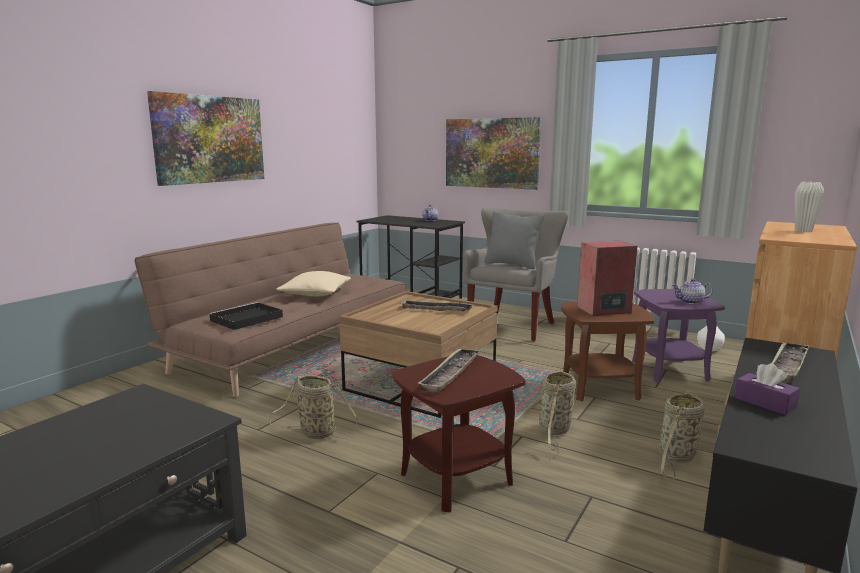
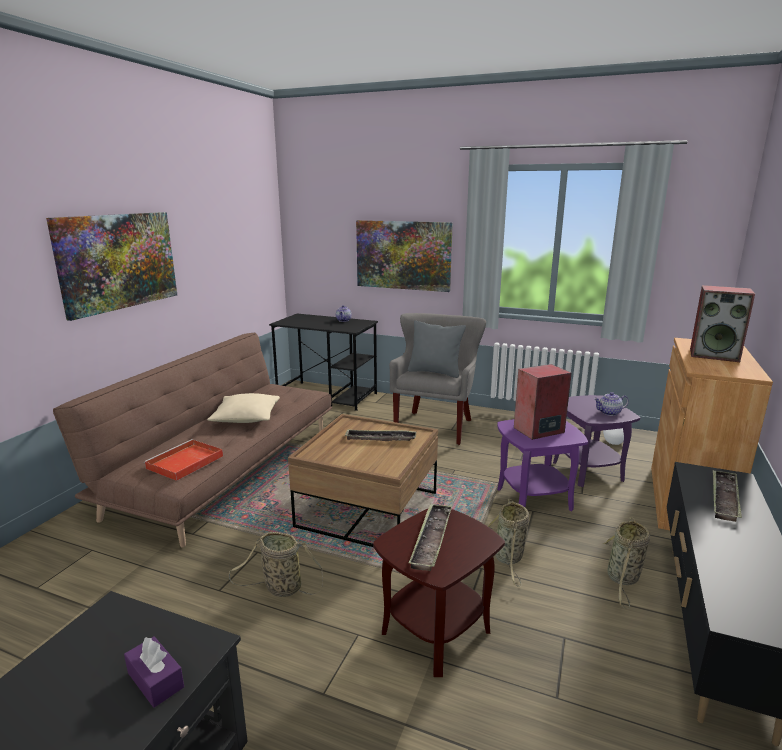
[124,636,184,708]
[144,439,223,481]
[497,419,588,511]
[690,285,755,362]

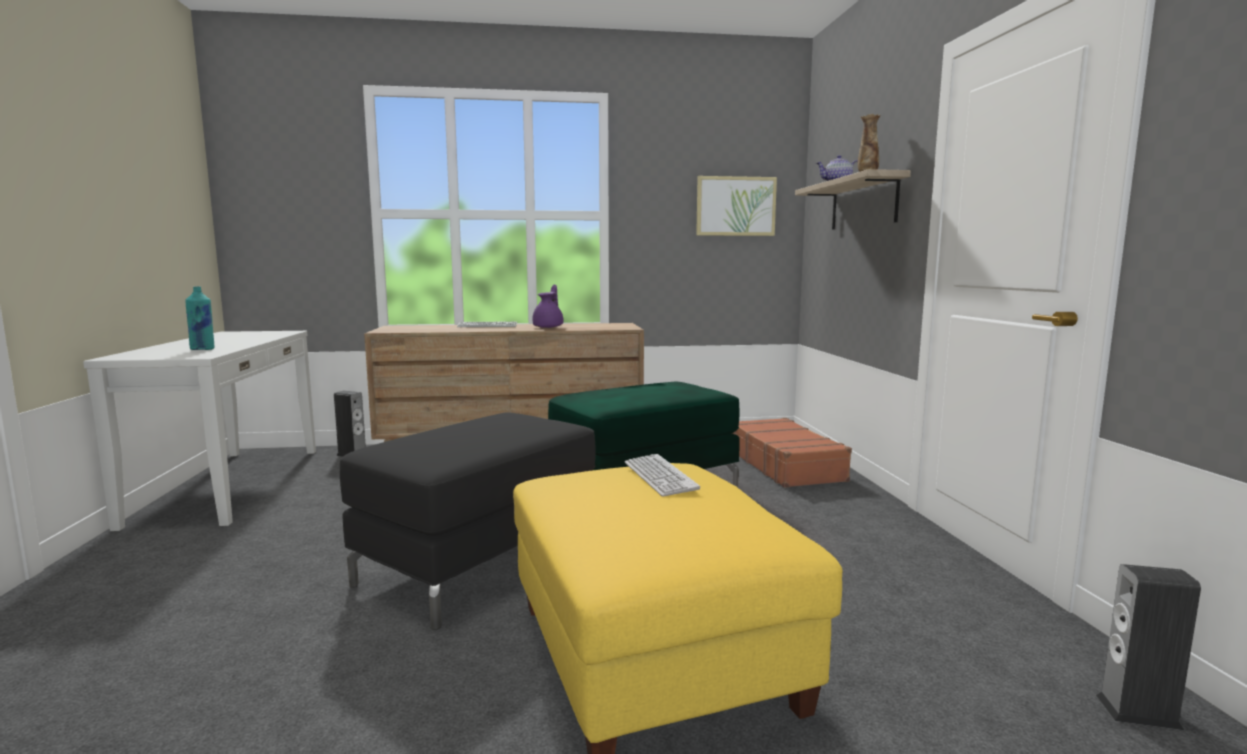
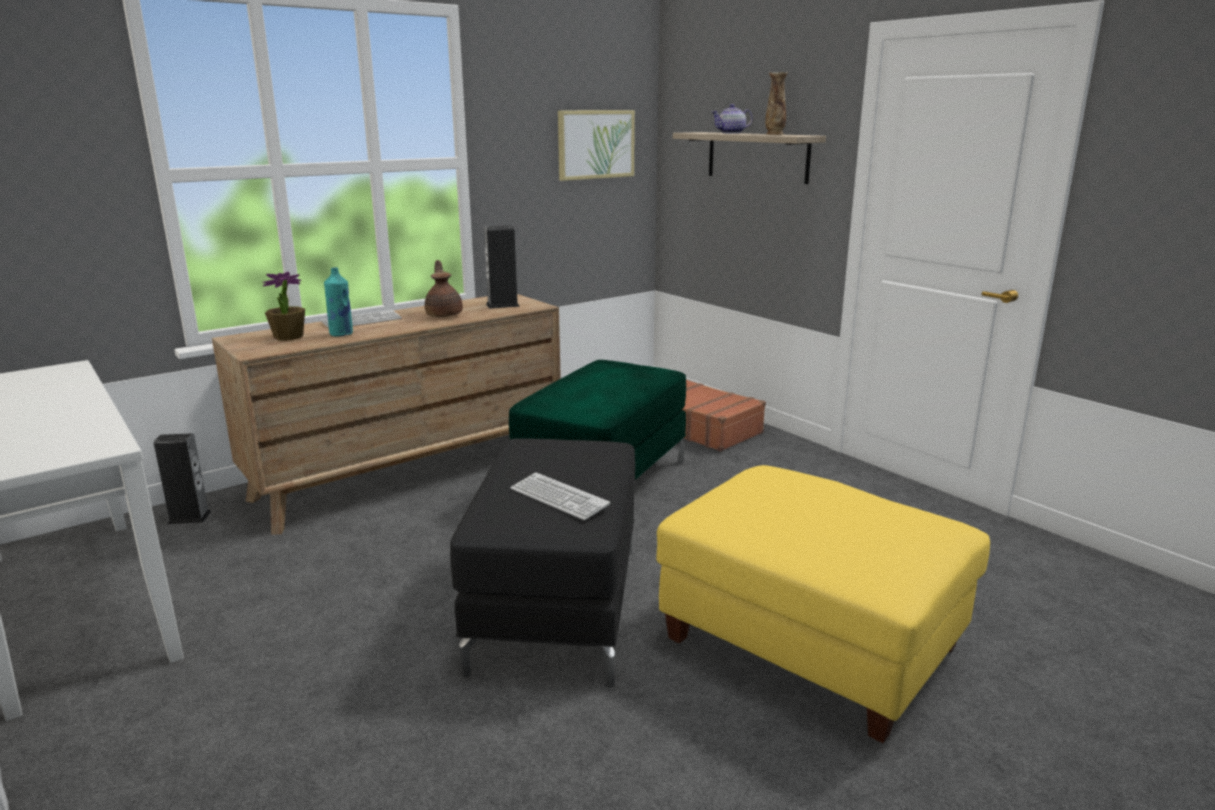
[262,272,305,341]
[324,267,353,337]
[425,260,463,317]
[484,225,520,309]
[511,473,610,520]

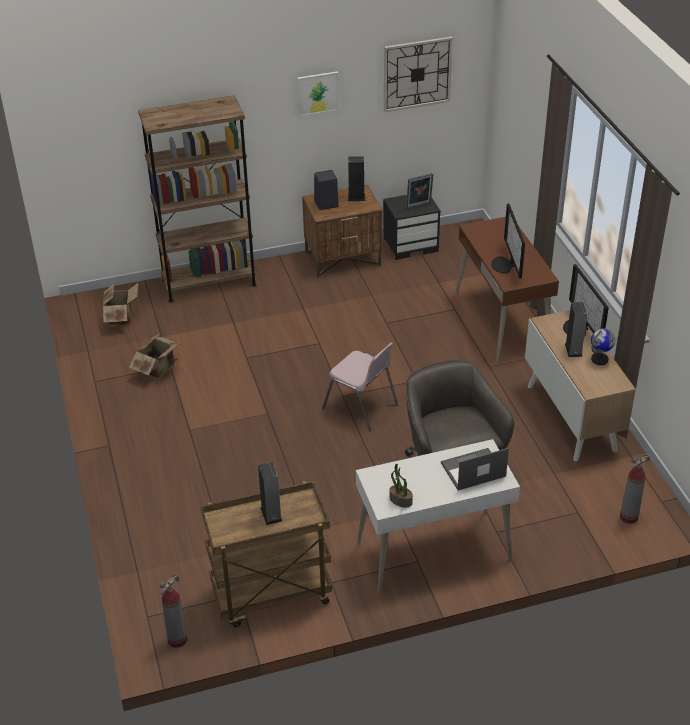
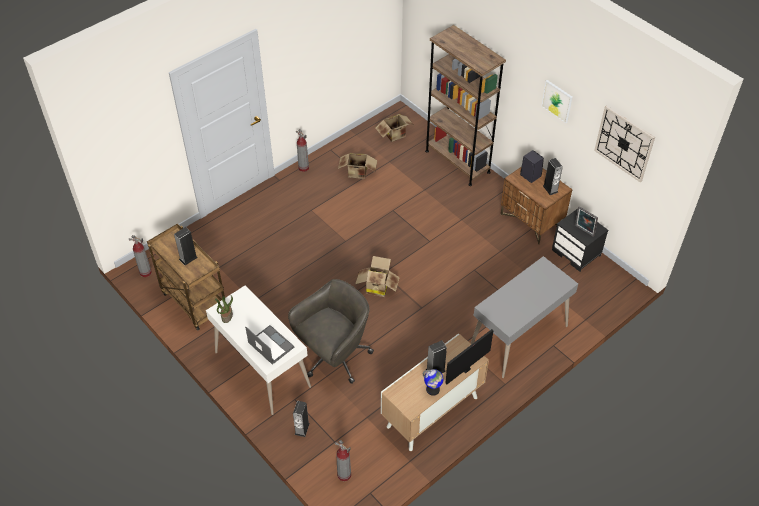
[293,401,310,437]
[296,129,309,172]
[355,256,400,297]
[470,256,578,378]
[491,204,525,279] (first image)

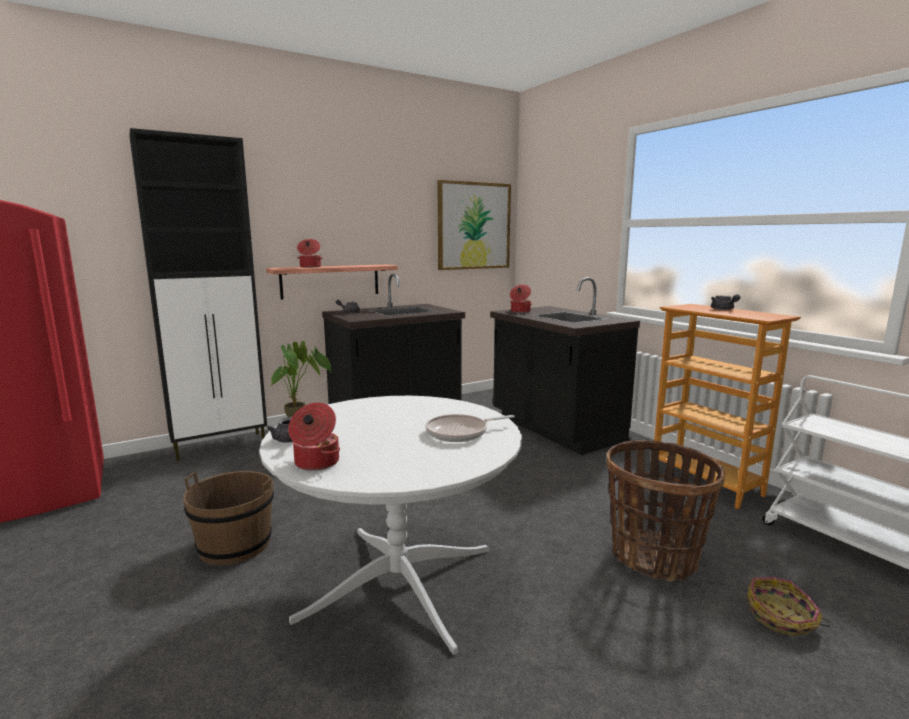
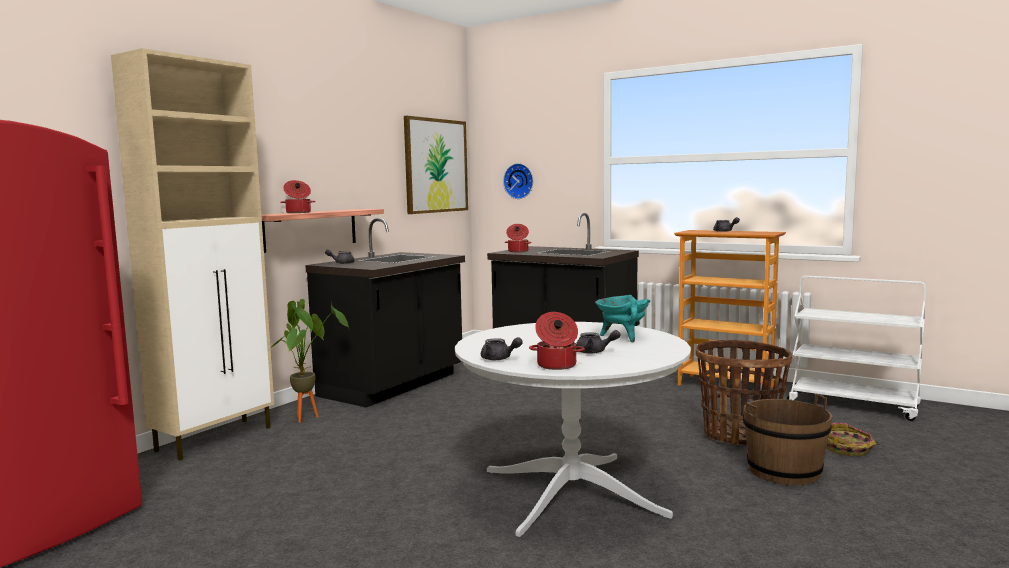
[111,48,274,461]
[503,163,533,199]
[576,330,620,354]
[595,295,650,343]
[743,394,832,485]

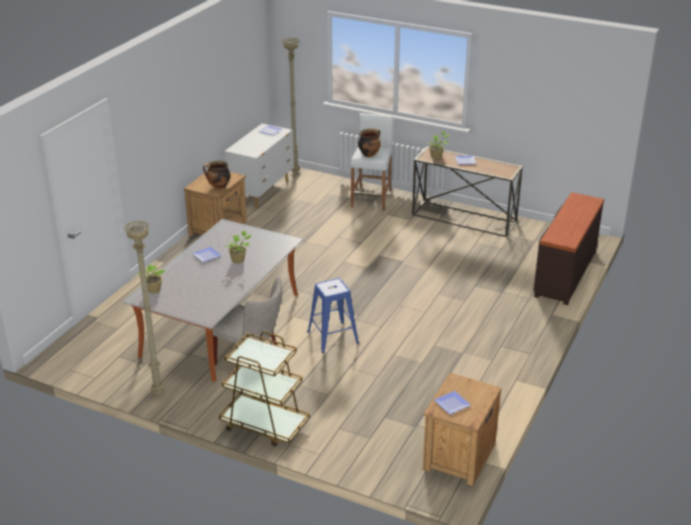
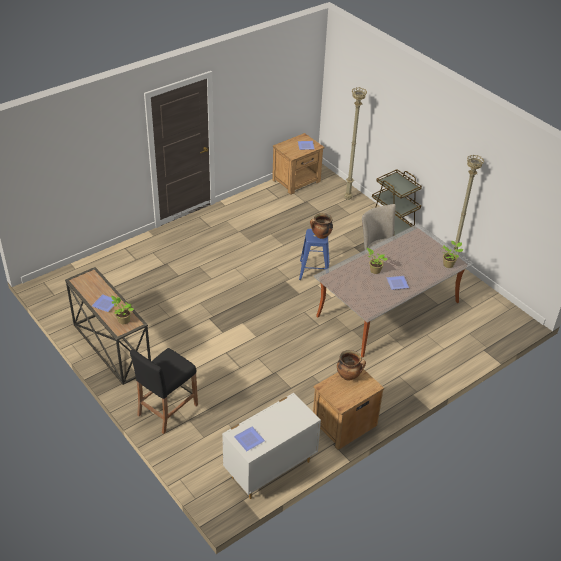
[130,348,198,434]
[310,213,333,239]
[344,87,367,200]
[534,192,604,305] (first image)

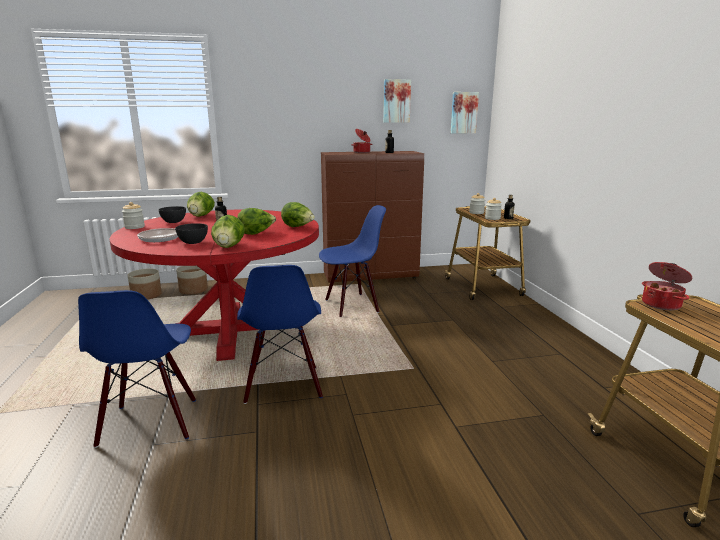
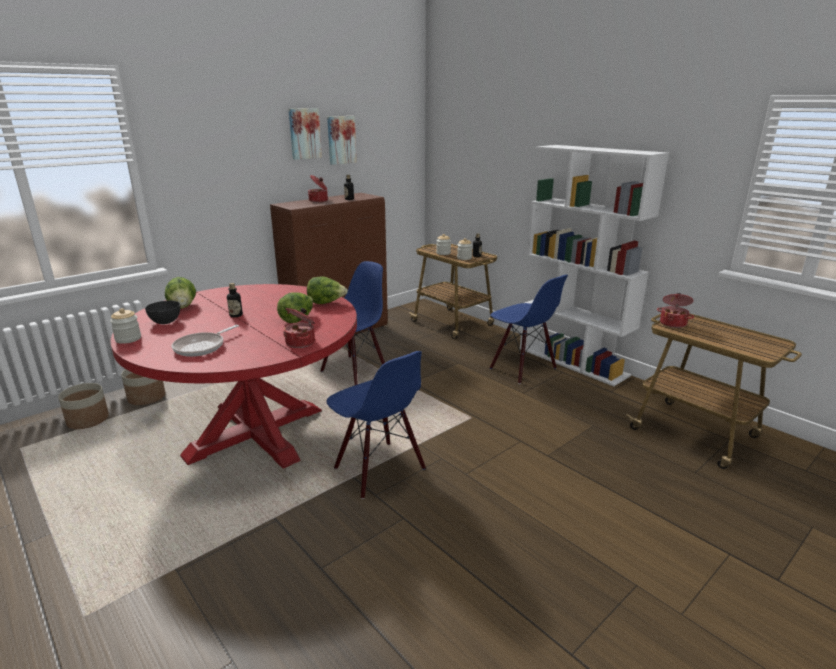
[283,308,315,348]
[289,108,322,160]
[490,275,568,384]
[520,145,669,386]
[175,223,208,244] (first image)

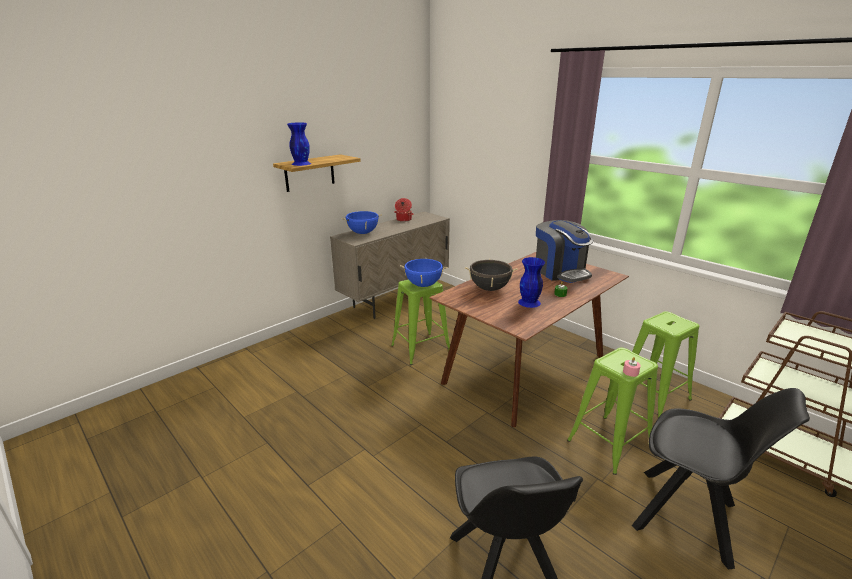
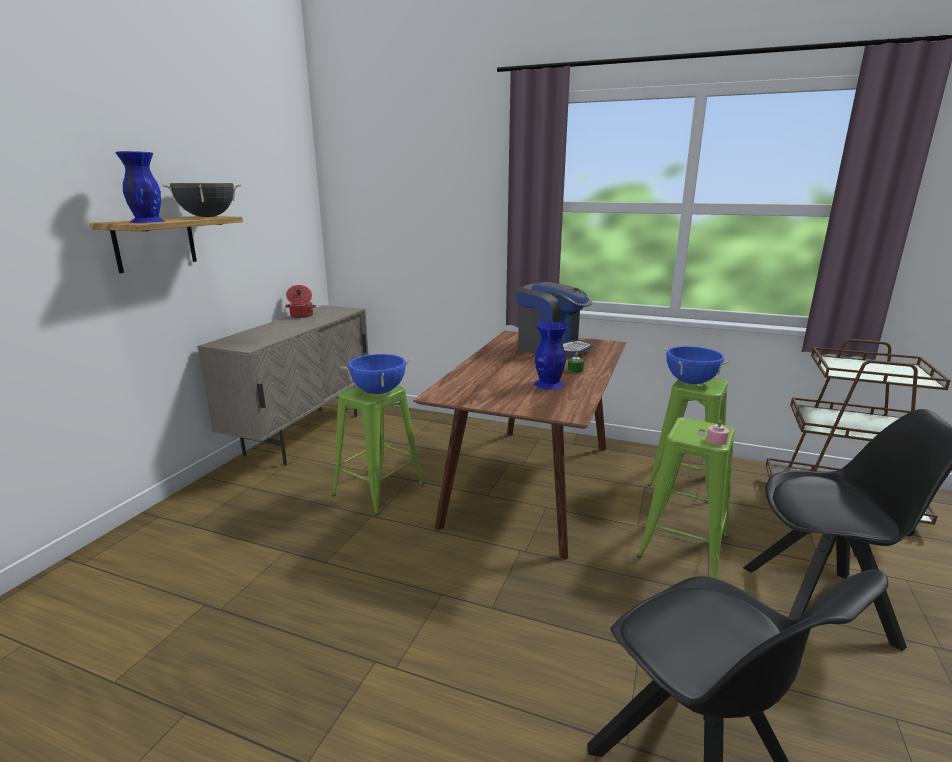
[162,183,241,217]
[663,346,729,384]

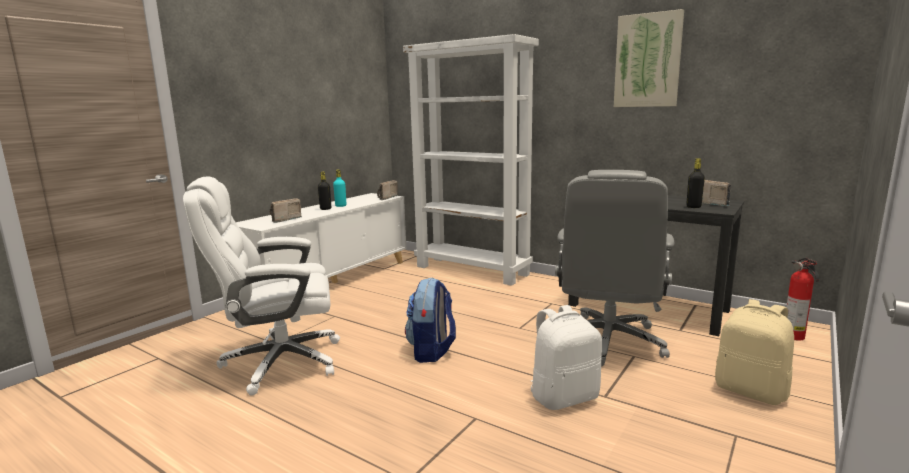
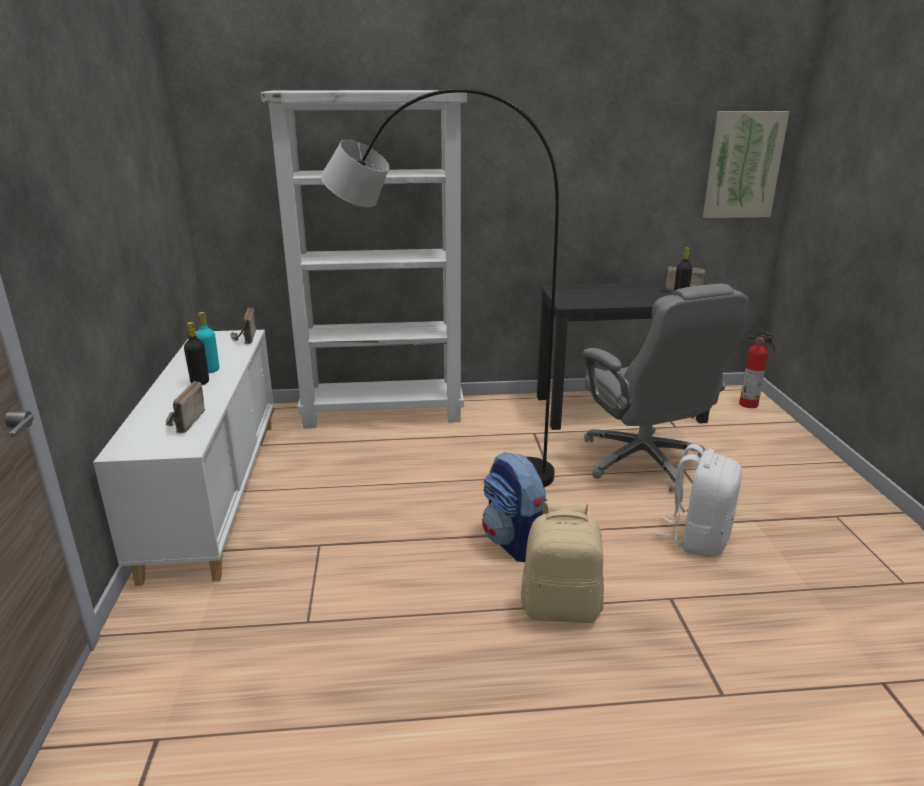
[321,88,559,487]
[521,501,604,623]
[703,111,789,218]
[183,176,340,396] (first image)

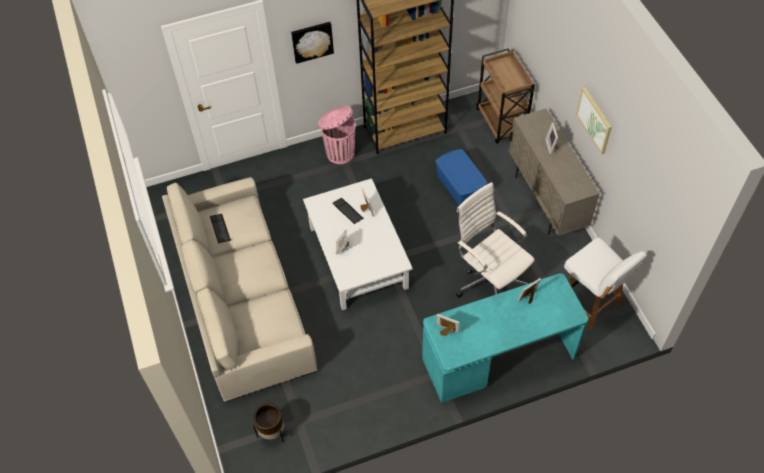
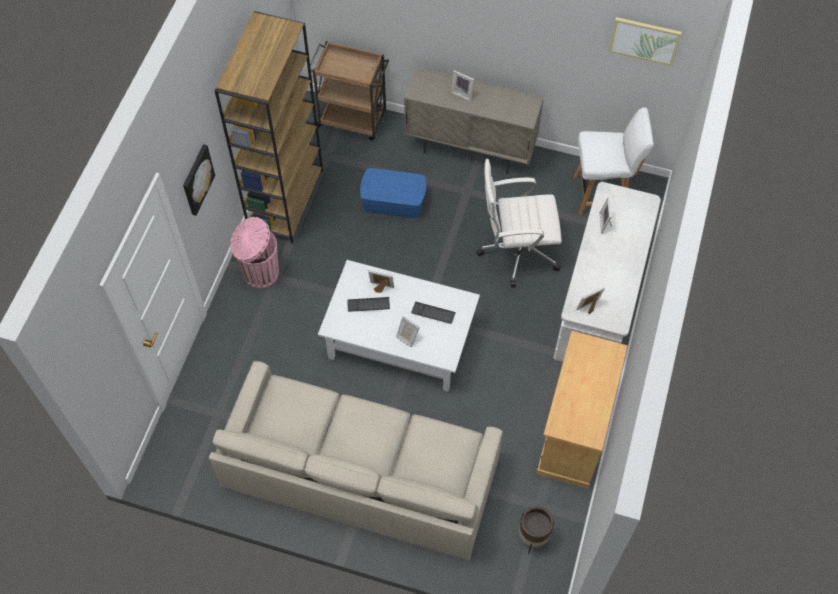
[411,302,456,324]
[536,331,628,489]
[554,182,661,362]
[609,17,682,66]

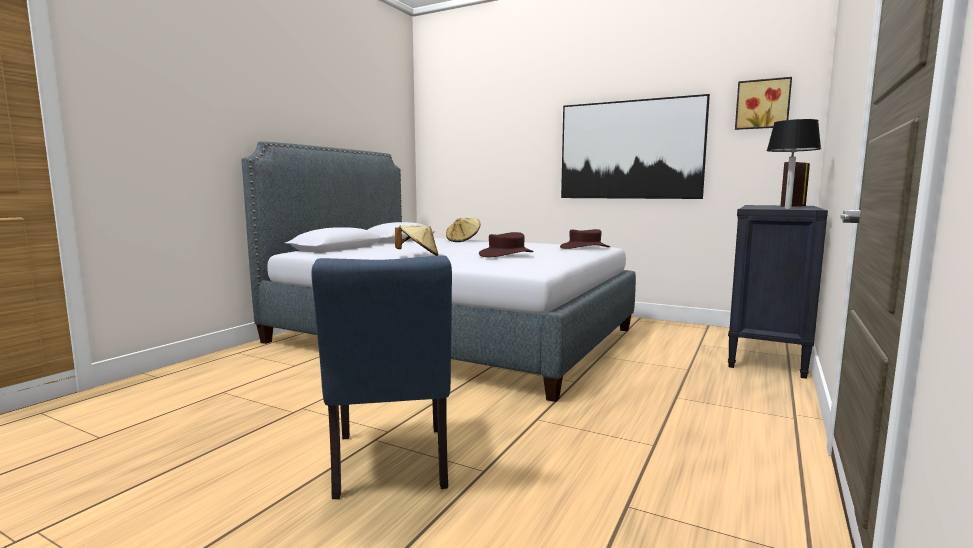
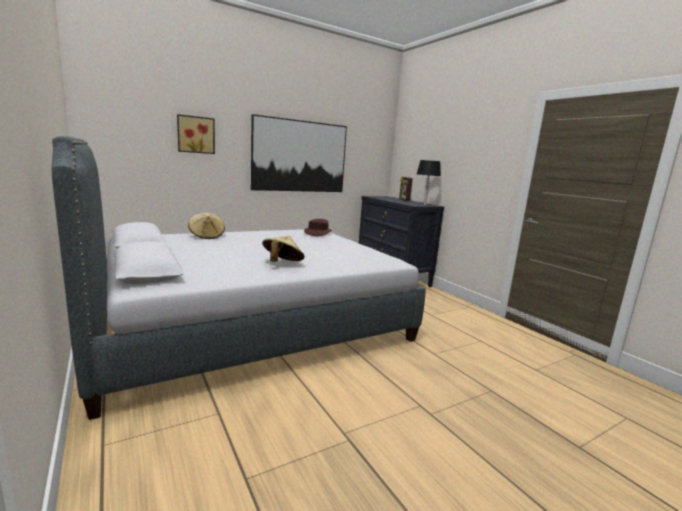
[177,114,215,154]
[312,255,452,499] (first image)
[479,232,534,257] (first image)

